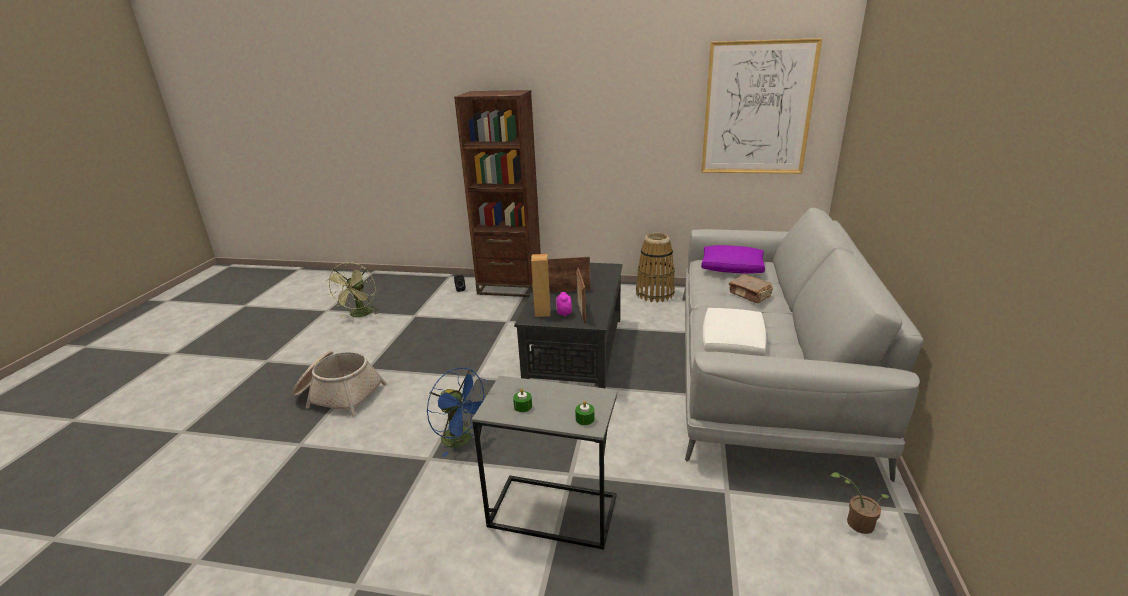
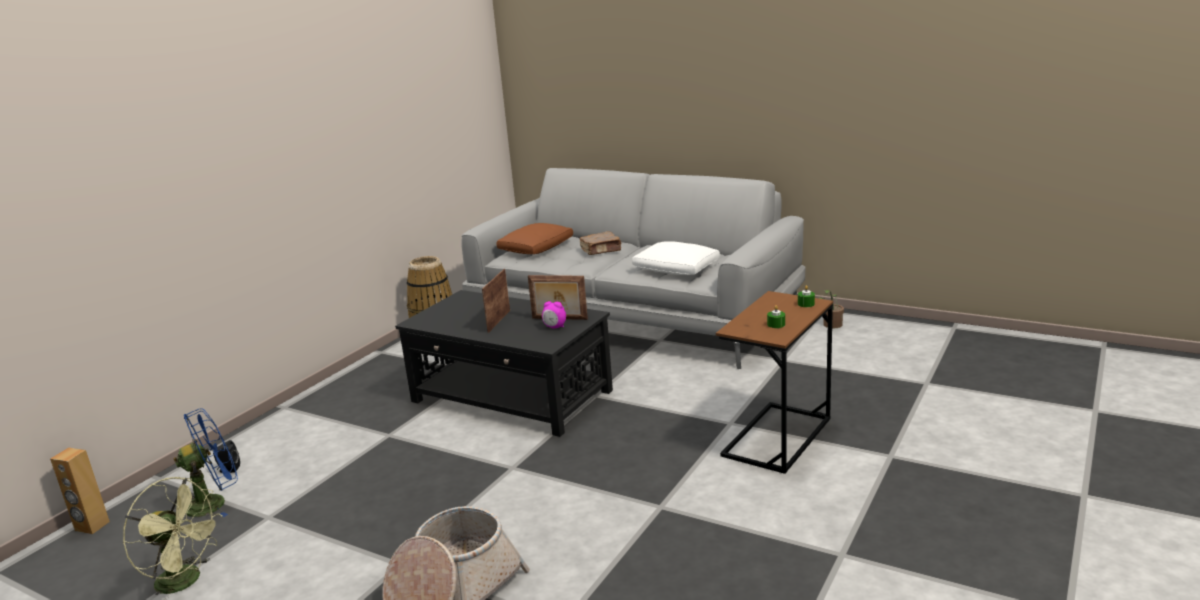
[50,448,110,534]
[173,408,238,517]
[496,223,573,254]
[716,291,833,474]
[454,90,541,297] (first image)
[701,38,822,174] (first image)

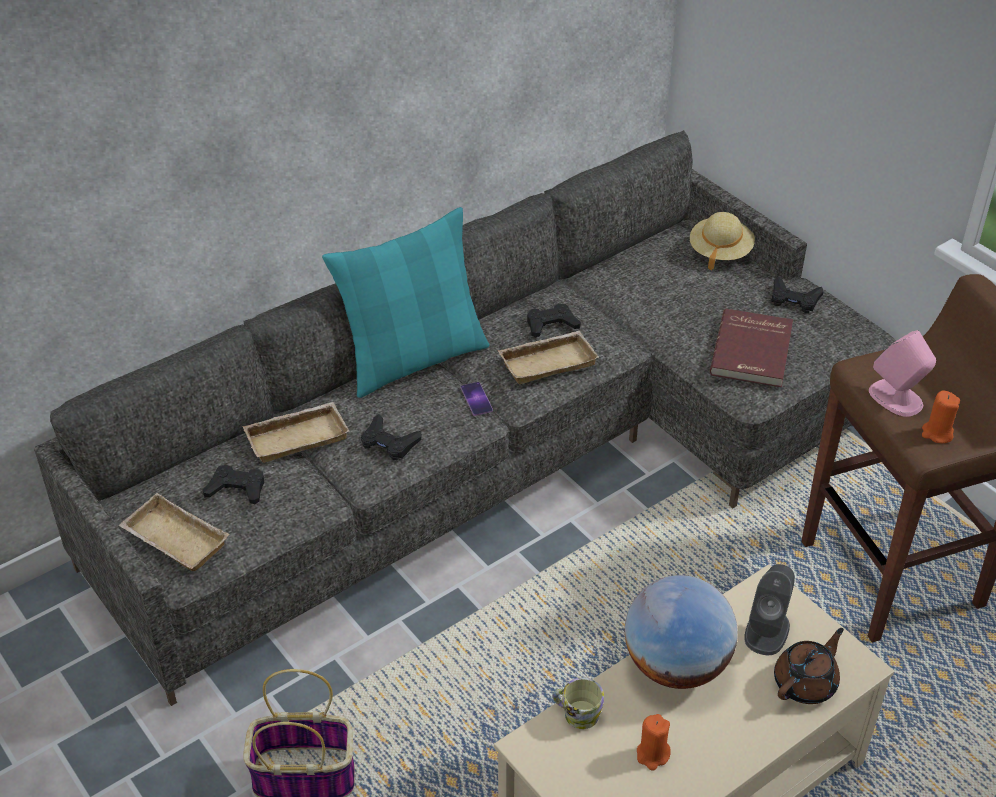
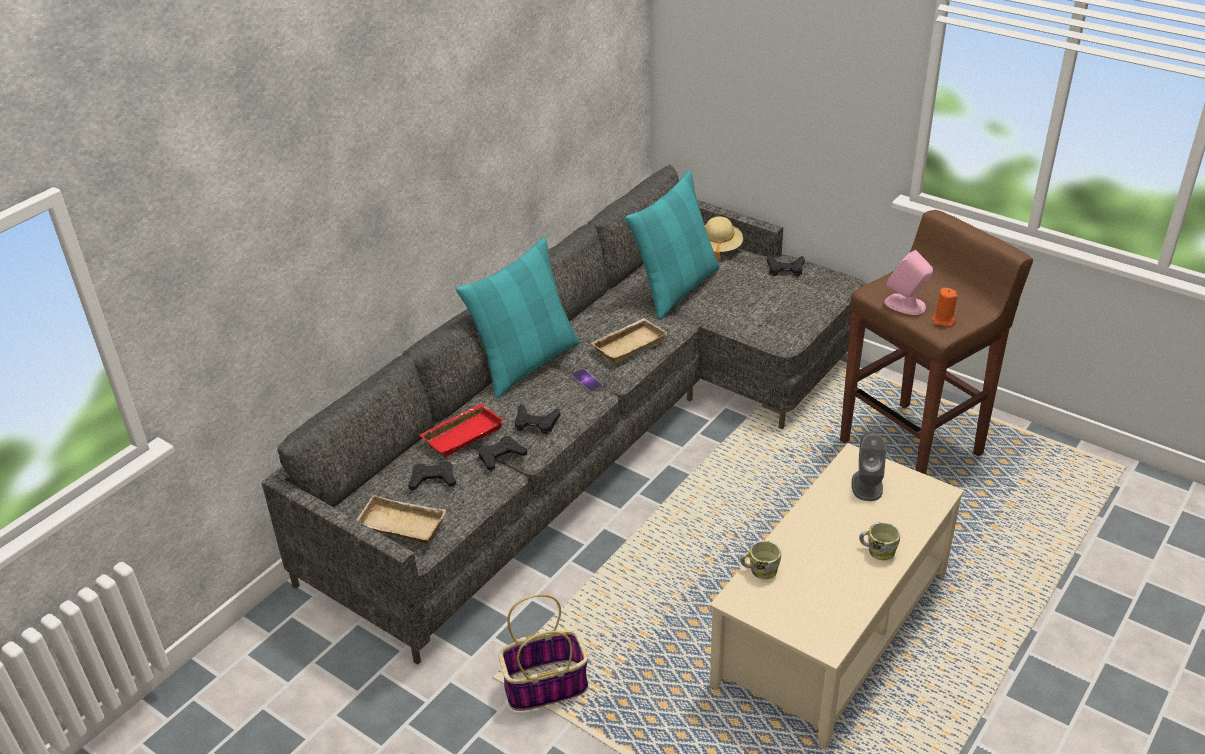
[419,403,504,458]
[478,436,527,471]
[625,170,720,319]
[859,522,900,560]
[625,575,738,689] (first image)
[637,714,671,771] (first image)
[710,309,793,387] (first image)
[774,628,844,704] (first image)

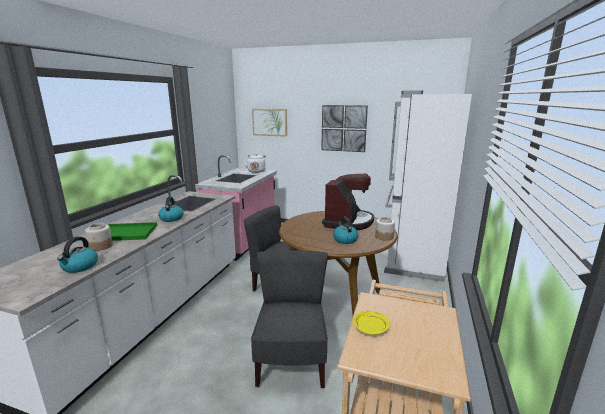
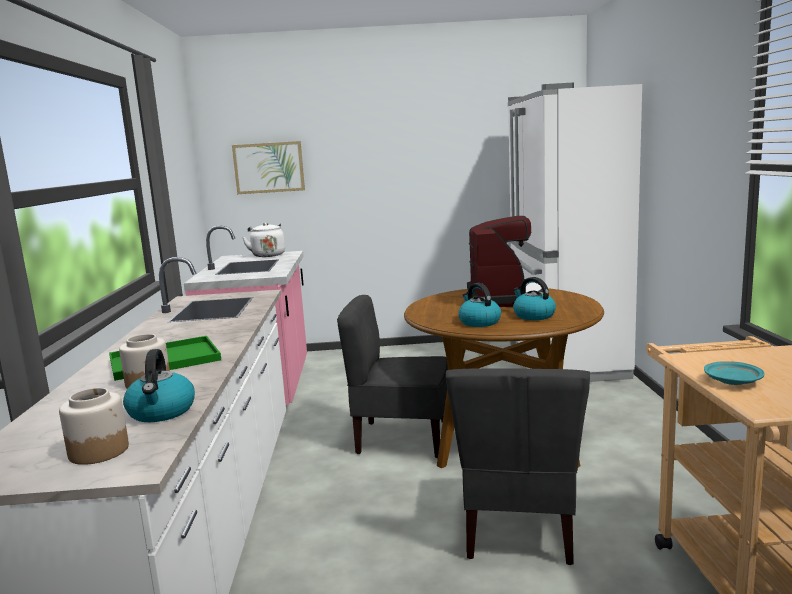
[59,388,129,465]
[446,368,590,565]
[458,283,501,327]
[704,361,765,385]
[321,105,368,152] (first image)

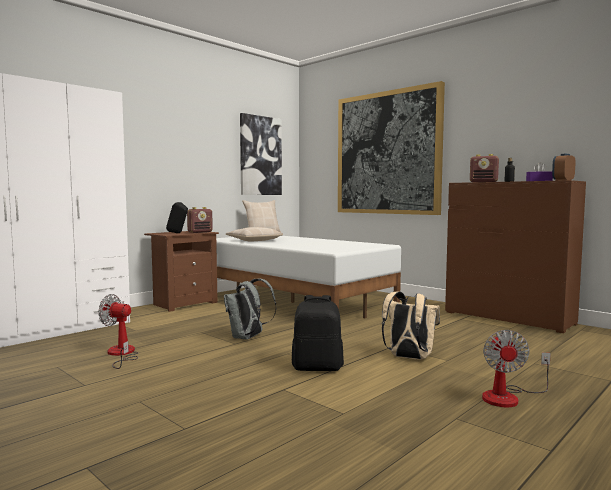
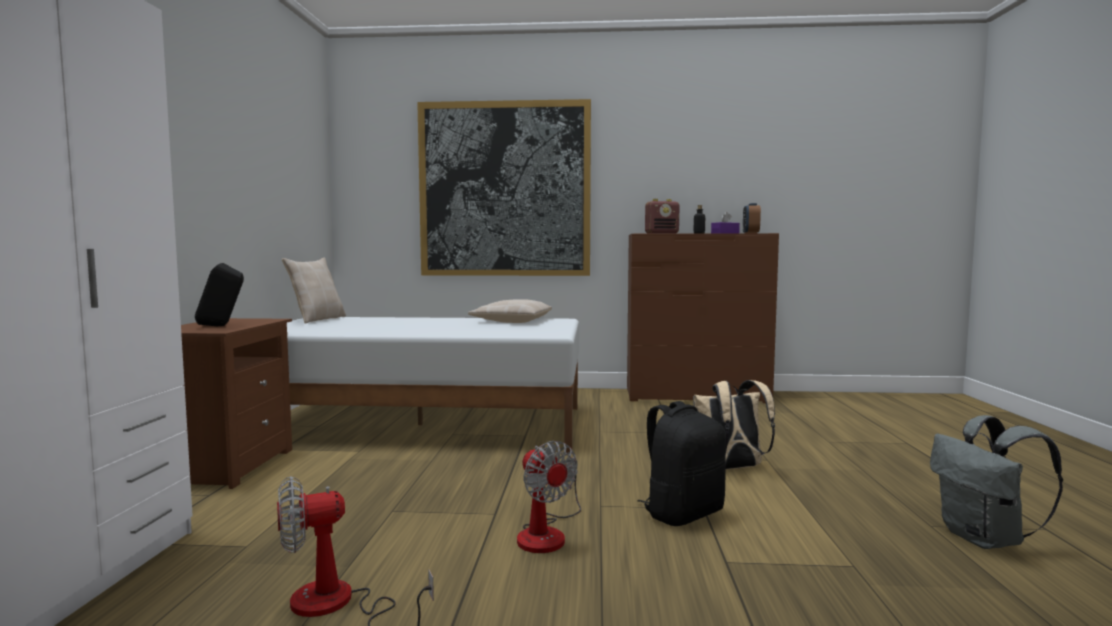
[468,299,552,323]
[517,441,581,553]
[930,415,1063,549]
[187,207,213,233] (first image)
[240,113,282,195] (first image)

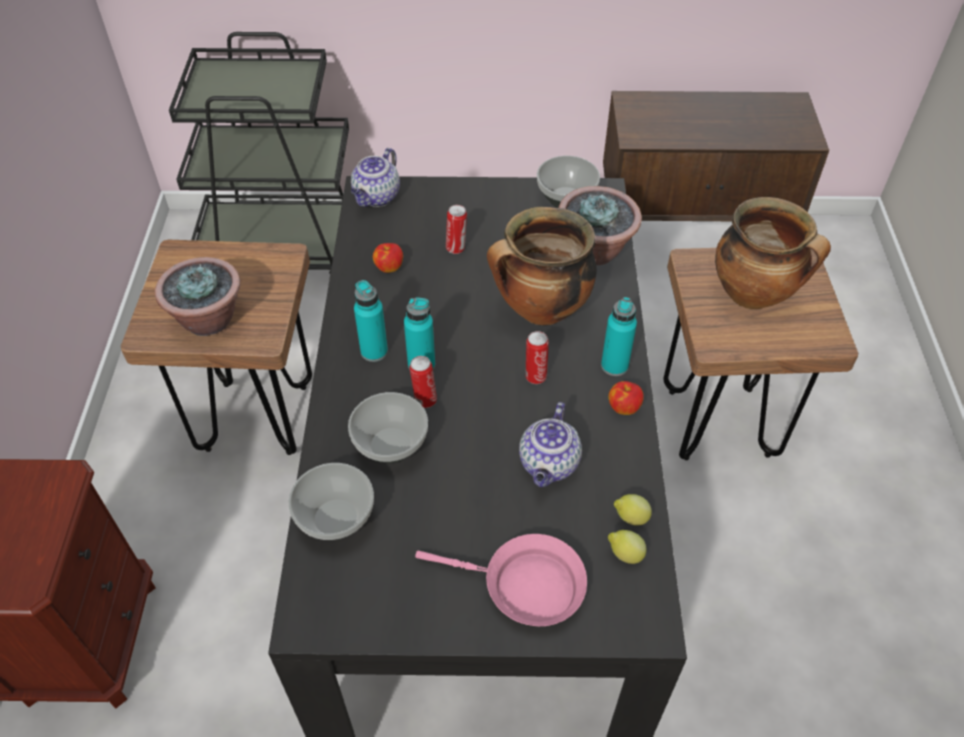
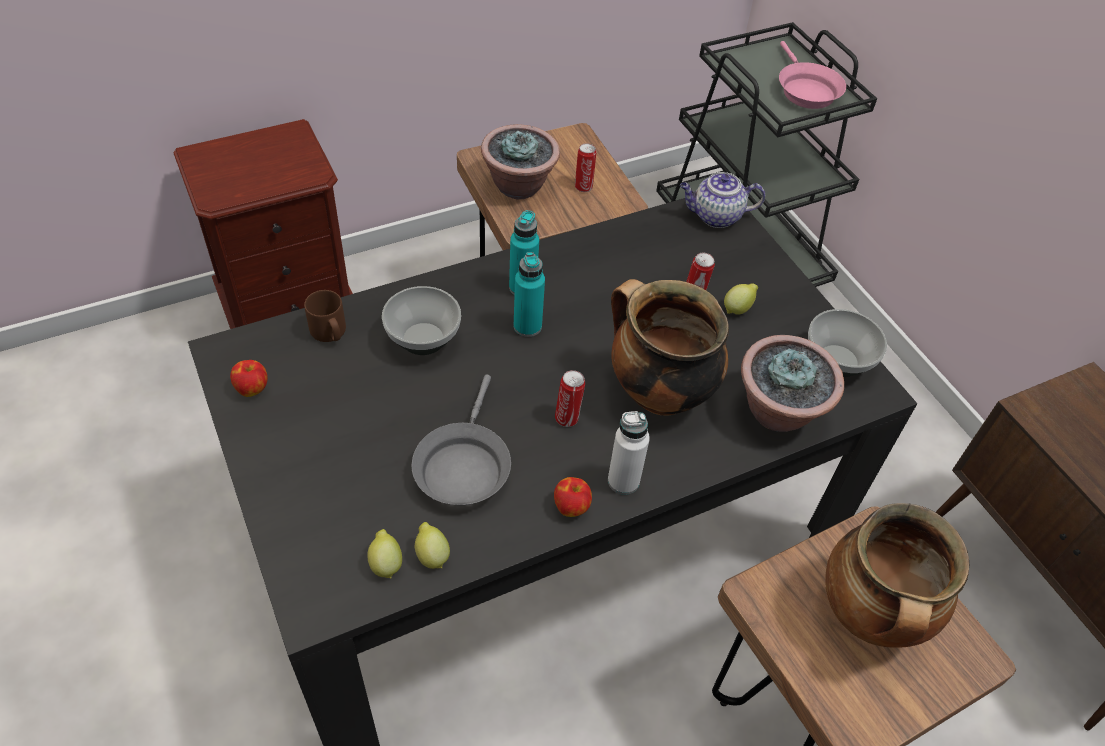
[230,360,268,397]
[304,290,346,342]
[411,374,511,505]
[575,143,596,192]
[608,411,650,495]
[724,283,758,315]
[779,41,846,109]

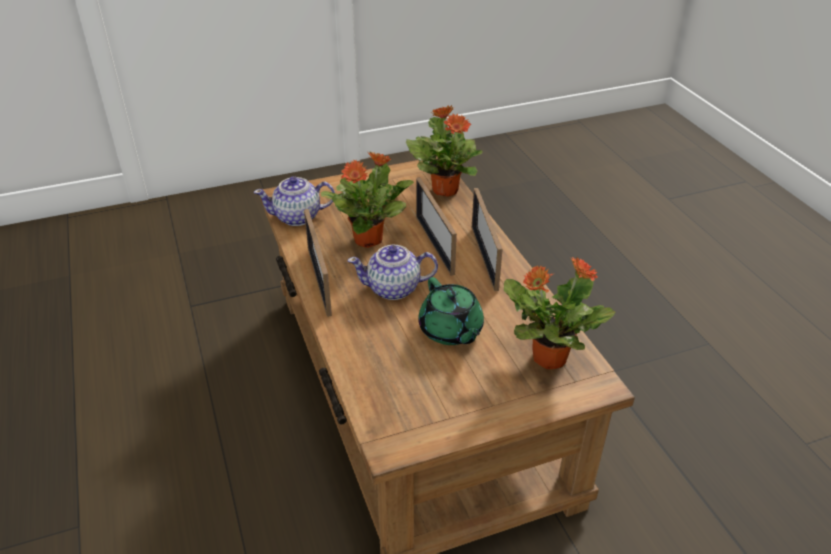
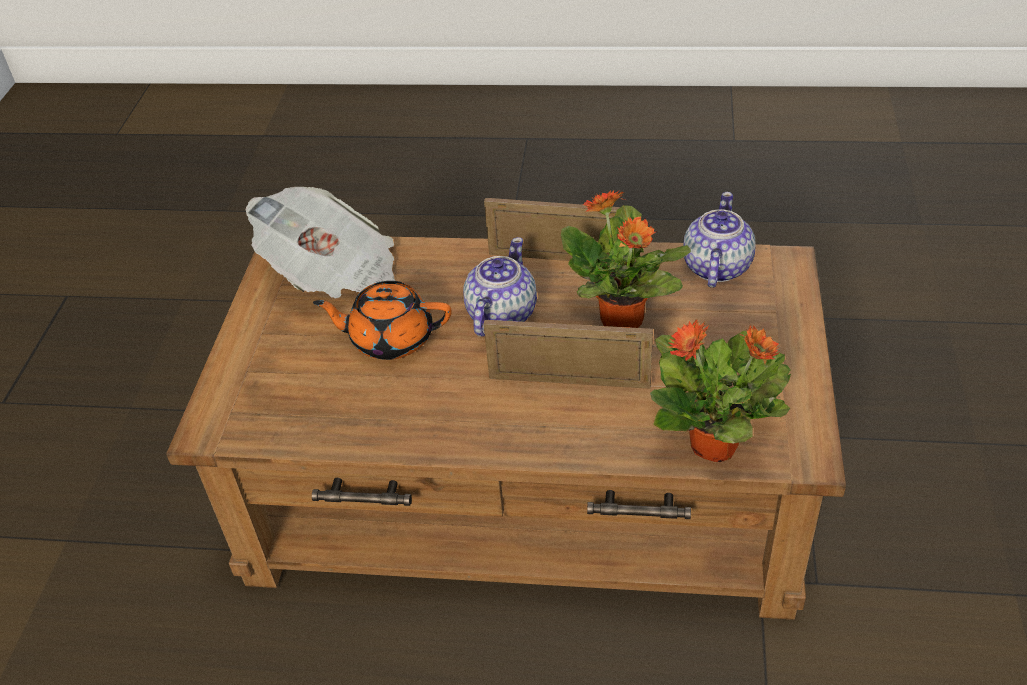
[246,187,395,299]
[313,281,452,360]
[472,188,503,291] (first image)
[504,257,615,369] (first image)

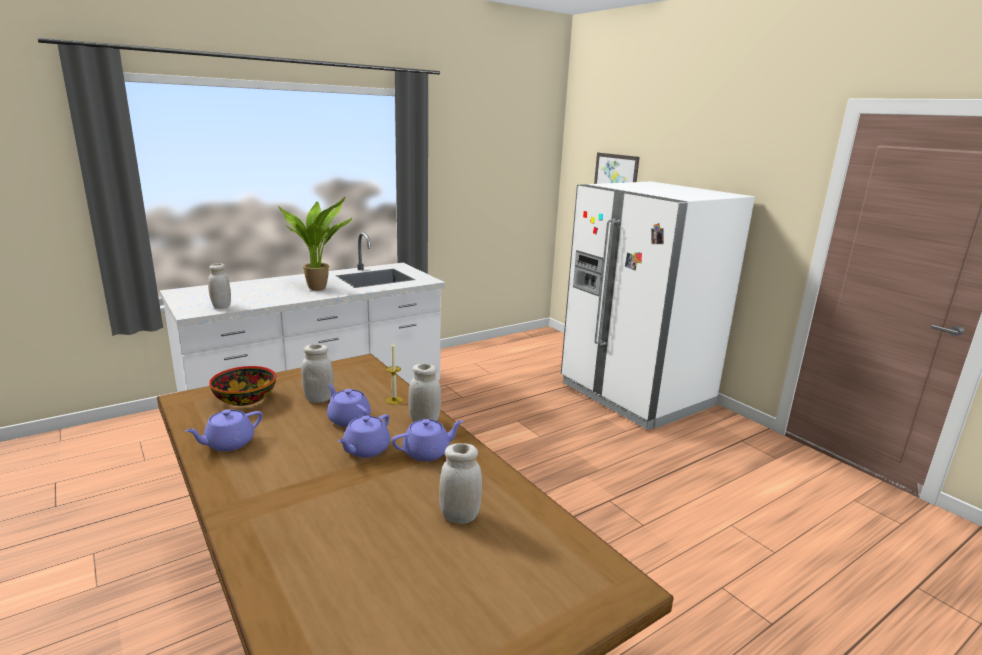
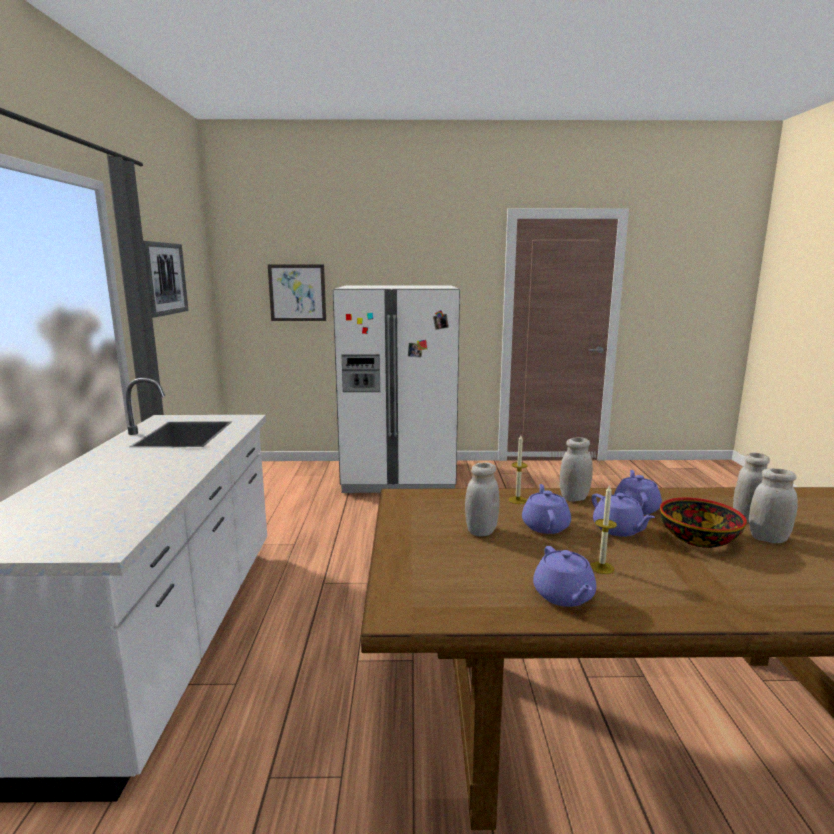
[143,241,188,317]
[522,484,571,534]
[590,484,617,574]
[660,498,747,548]
[749,468,798,543]
[278,197,353,290] (first image)

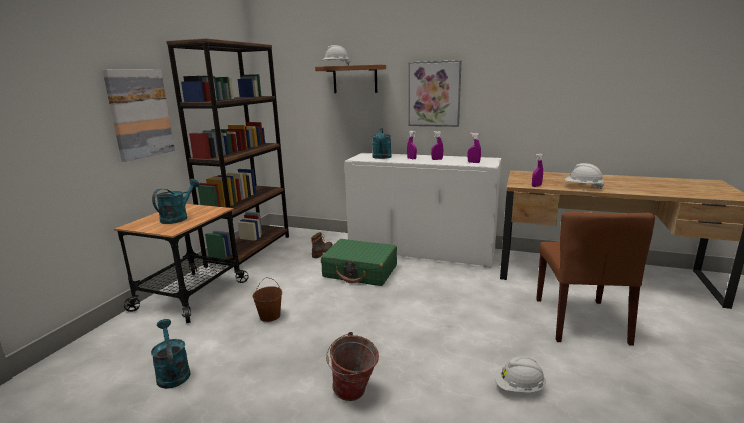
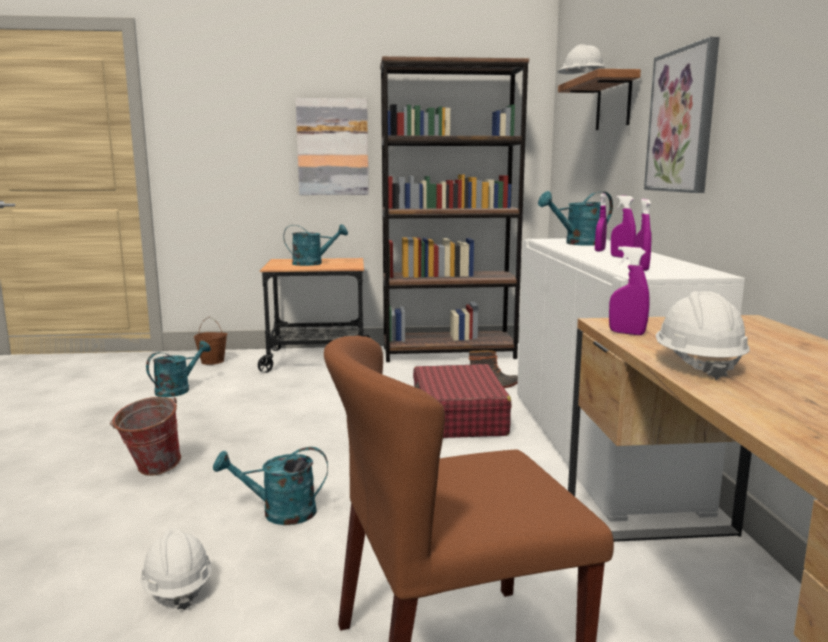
[194,317,227,365]
[213,447,328,525]
[413,364,512,438]

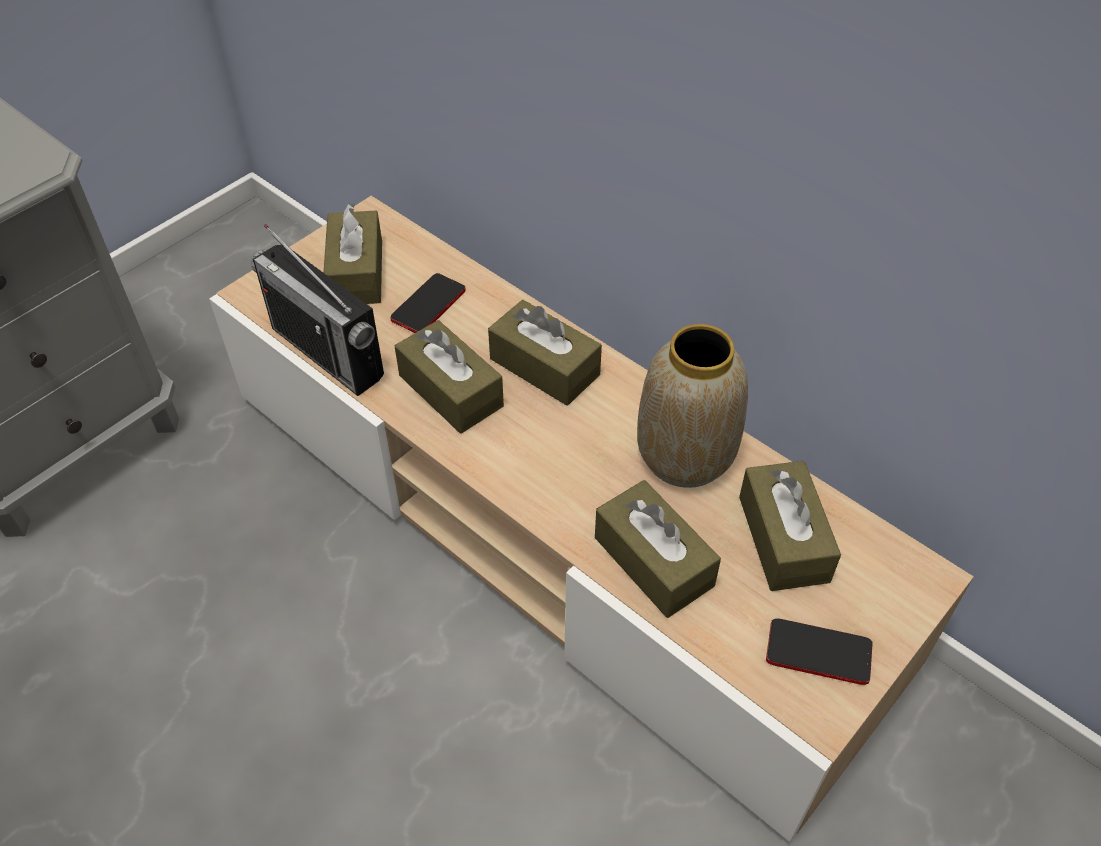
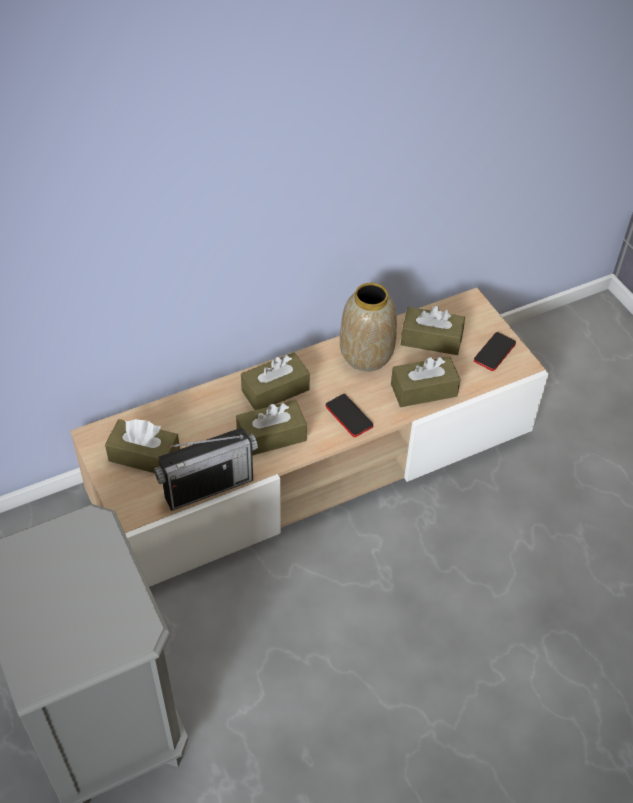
[326,394,373,437]

